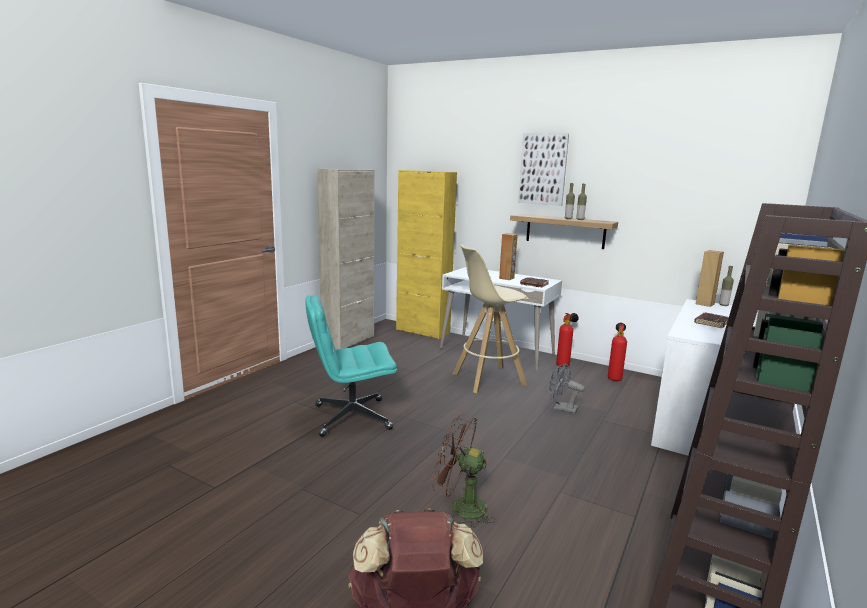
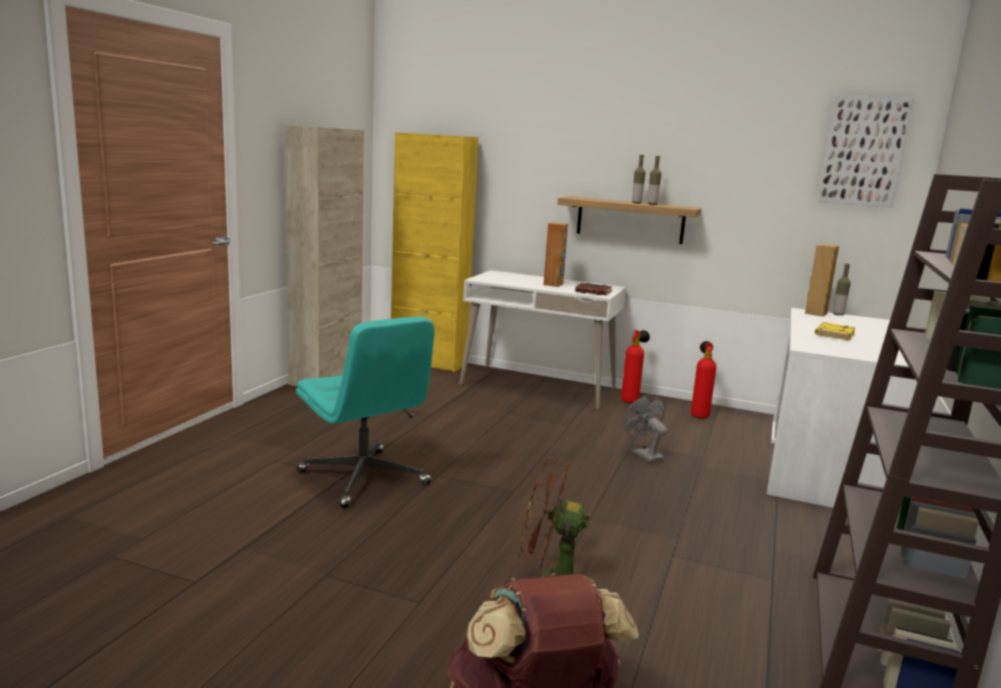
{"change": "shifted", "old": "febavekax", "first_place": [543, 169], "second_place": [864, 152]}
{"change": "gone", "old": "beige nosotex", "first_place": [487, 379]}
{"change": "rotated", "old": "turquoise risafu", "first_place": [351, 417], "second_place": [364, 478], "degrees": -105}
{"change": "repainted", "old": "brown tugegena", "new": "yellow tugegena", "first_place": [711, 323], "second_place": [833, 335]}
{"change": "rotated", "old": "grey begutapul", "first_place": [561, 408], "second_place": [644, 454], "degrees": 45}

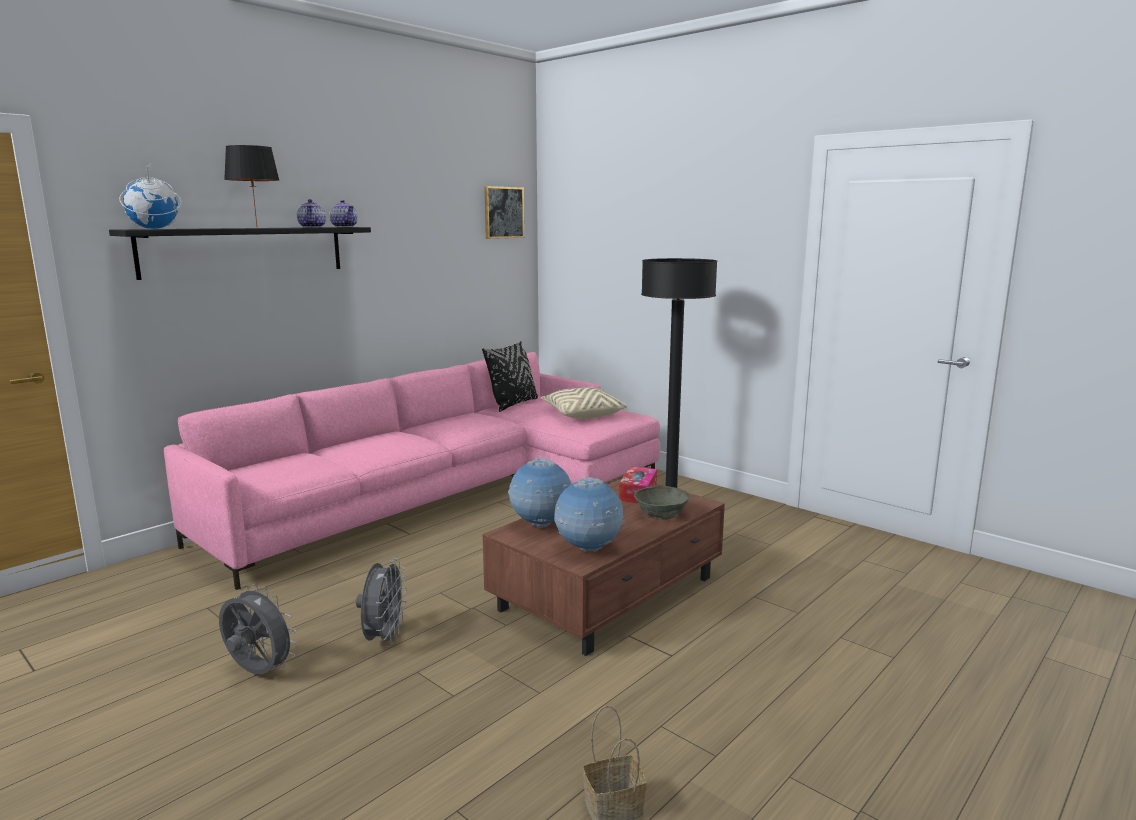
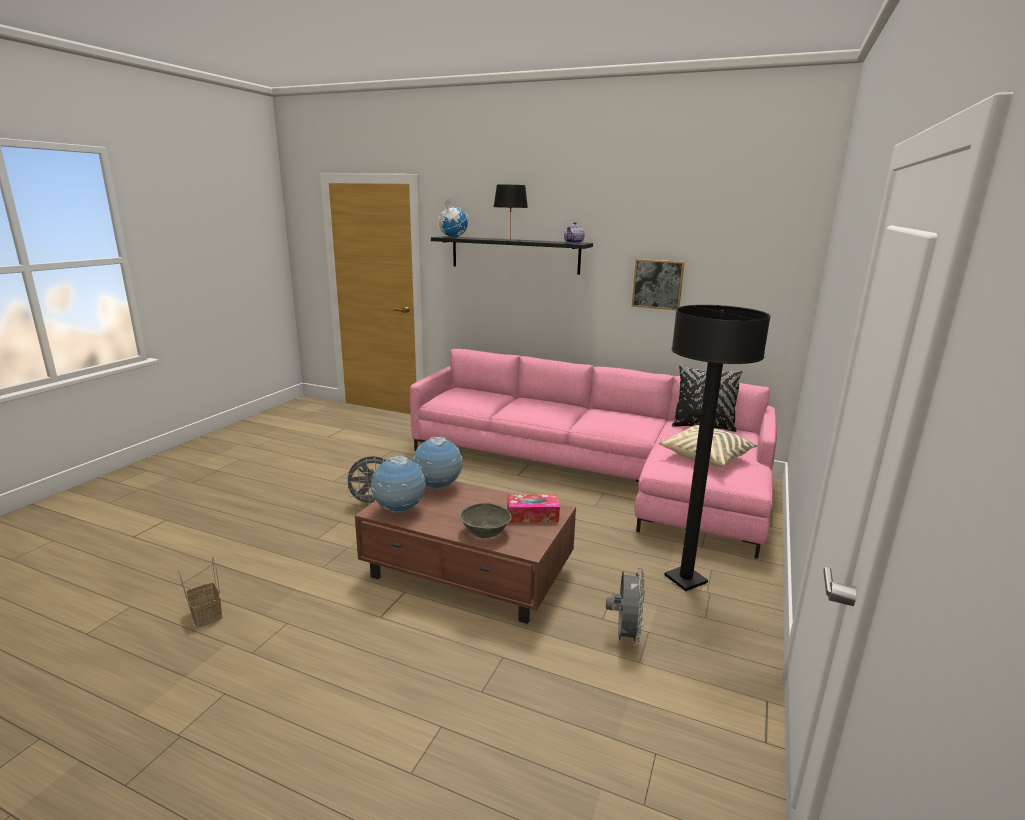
{"change": "shifted", "old": "febavekax", "first_place": [503, 212], "second_place": [657, 284]}
{"change": "gone", "old": "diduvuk", "first_place": [312, 227]}
{"change": "shifted", "old": "grey begutapul", "first_place": [258, 673], "second_place": [625, 636]}

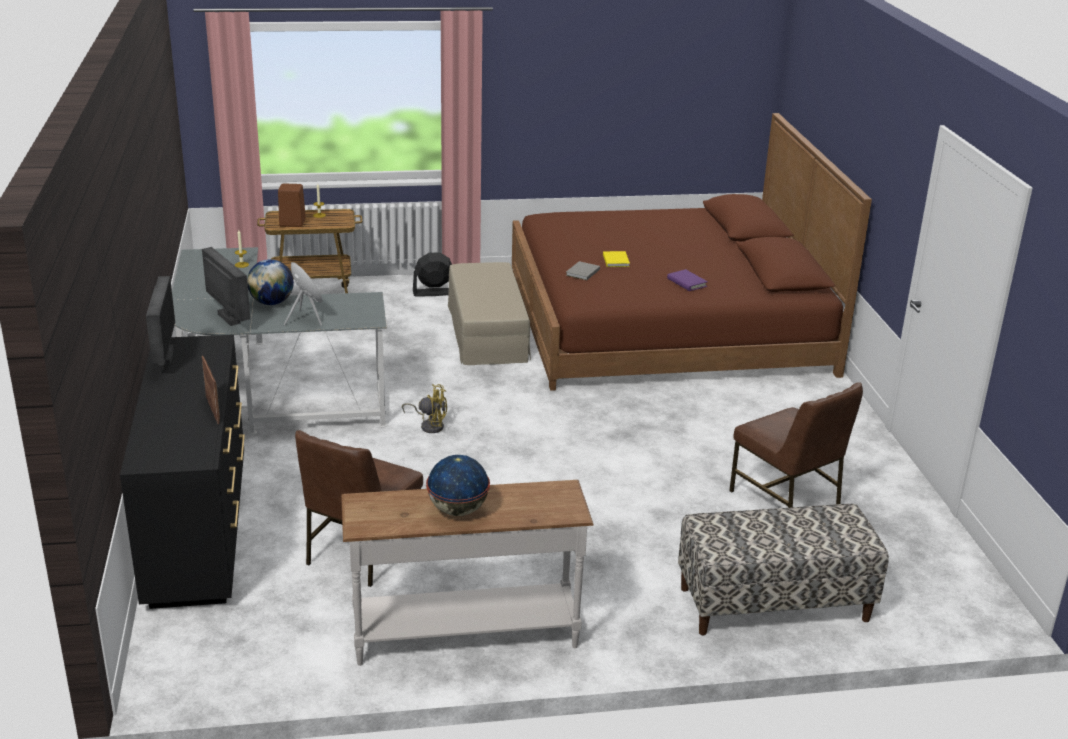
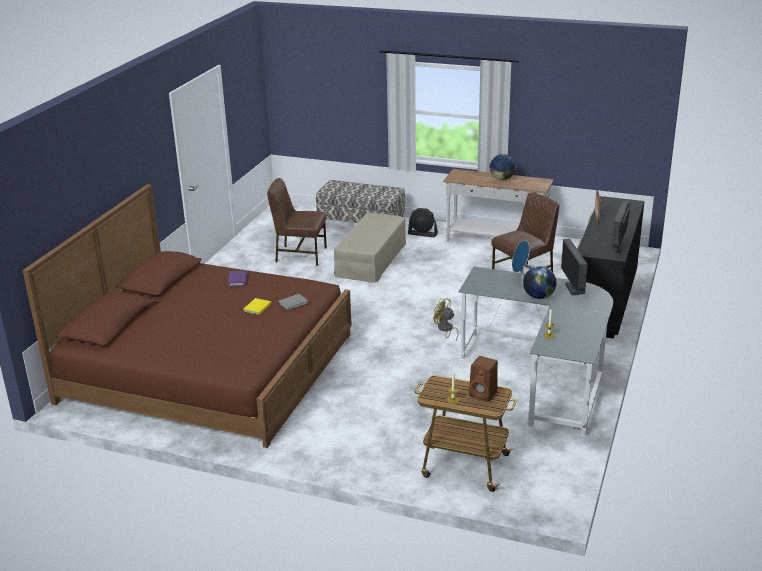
{"change": "shifted", "old": "black begutapul", "first_place": [434, 292], "second_place": [423, 234]}
{"change": "shifted", "old": "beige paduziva", "first_place": [487, 331], "second_place": [371, 259]}
{"change": "rotated", "old": "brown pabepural", "first_place": [786, 500], "second_place": [300, 255], "degrees": -75}

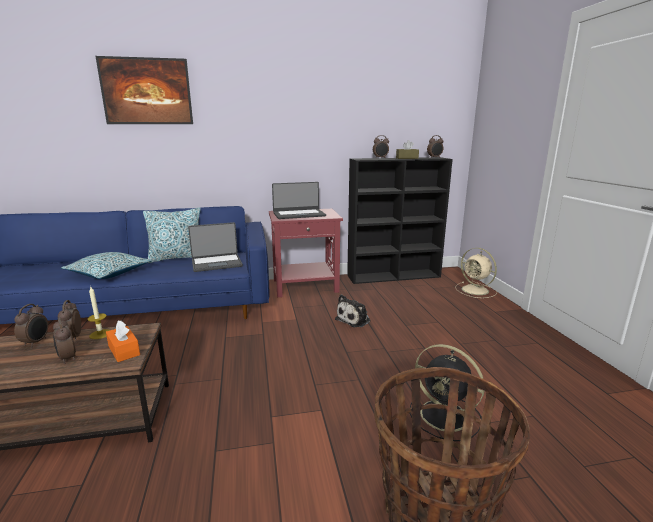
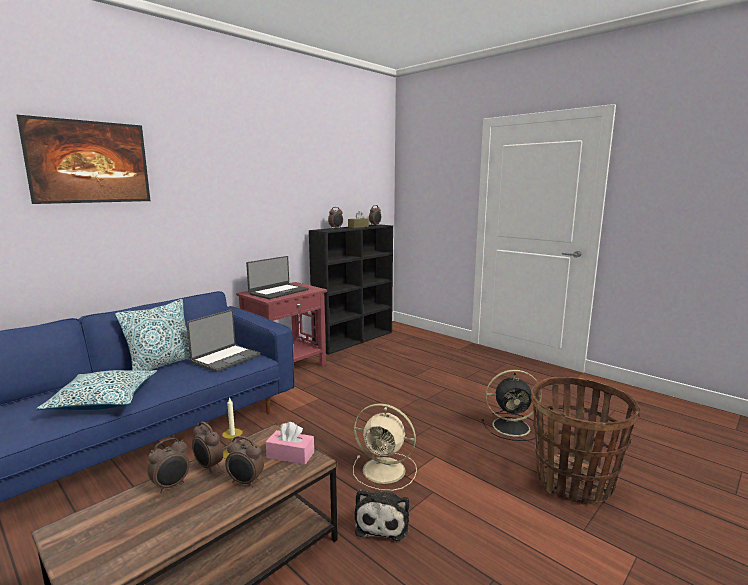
{"change": "shifted", "old": "beige begutapul", "first_place": [476, 290], "second_place": [386, 470]}
{"change": "shifted", "old": "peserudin", "first_place": [354, 319], "second_place": [382, 522]}
{"change": "rotated", "old": "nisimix", "first_place": [36, 342], "second_place": [171, 486], "degrees": 75}
{"change": "repainted", "old": "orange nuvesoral", "new": "pink nuvesoral", "first_place": [124, 350], "second_place": [290, 455]}

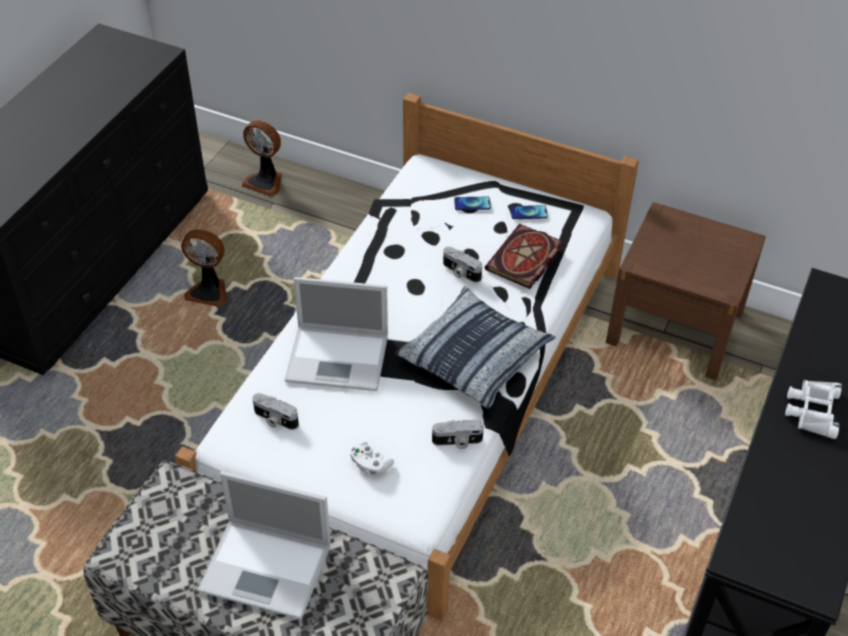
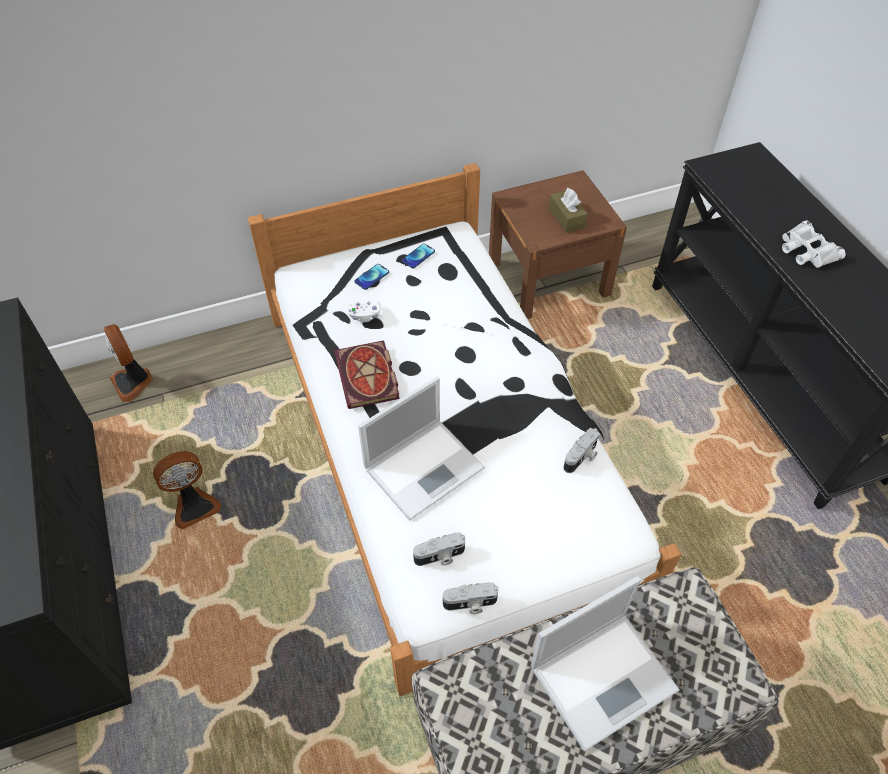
{"change": "rotated", "old": "begutapul", "first_place": [265, 181], "second_place": [133, 382], "degrees": 75}
{"change": "shifted", "old": "tugegena", "first_place": [524, 260], "second_place": [369, 378]}
{"change": "shifted", "old": "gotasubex", "first_place": [460, 272], "second_place": [470, 604]}
{"change": "gone", "old": "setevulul", "first_place": [475, 356]}
{"change": "shifted", "old": "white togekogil", "first_place": [370, 464], "second_place": [364, 316]}
{"change": "new", "new": "brown nuvesoral", "second_place": [566, 217]}

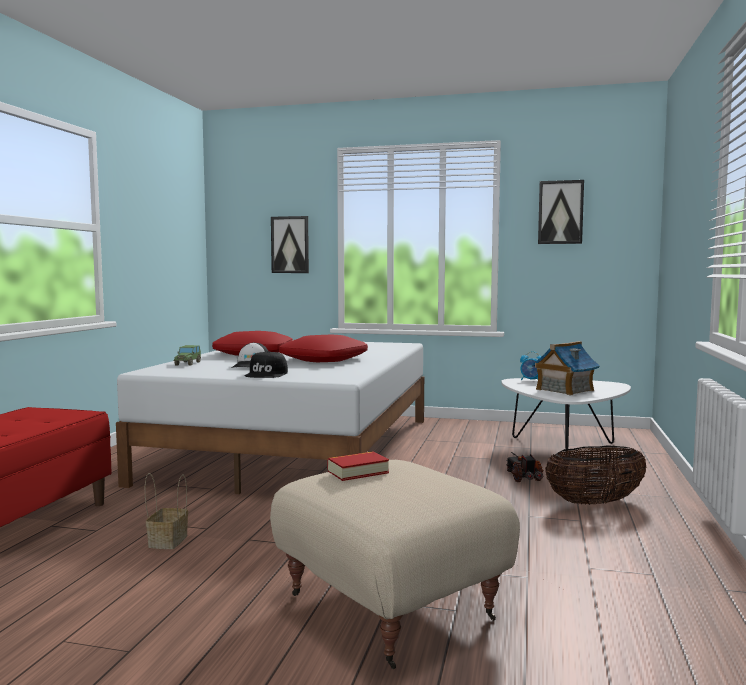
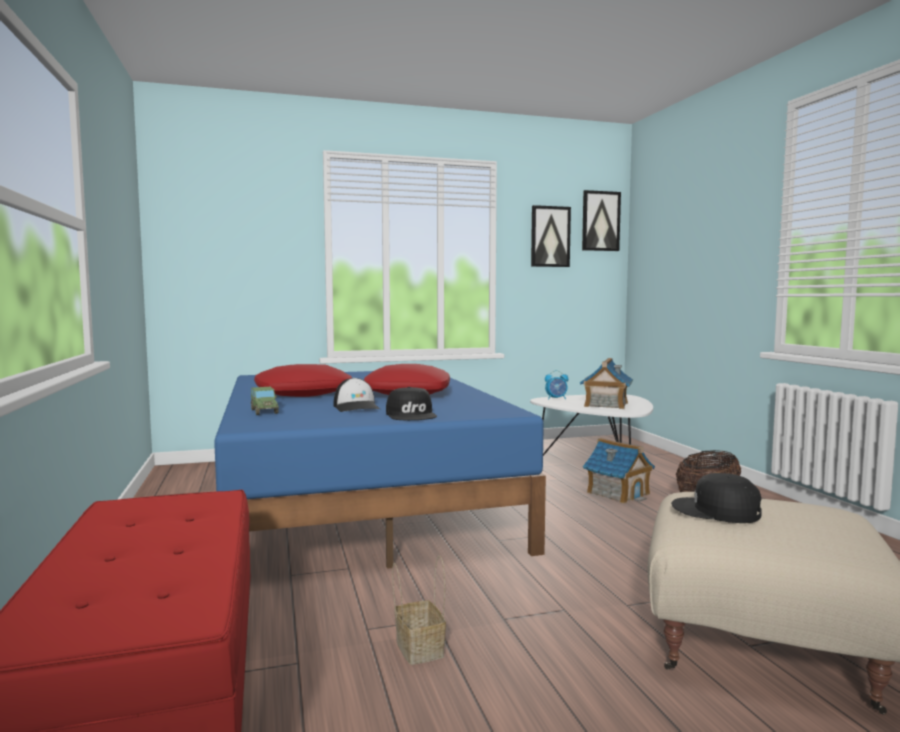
{"change": "shifted", "old": "febavekax", "first_place": [290, 245], "second_place": [600, 221]}
{"change": "repainted", "old": "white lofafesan", "new": "blue lofafesan", "first_place": [299, 448], "second_place": [361, 500]}
{"change": "swapped", "old": "tugegena", "new": "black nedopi", "first_place": [357, 472], "second_place": [716, 511]}
{"change": "swapped", "old": "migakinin", "new": "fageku", "first_place": [524, 478], "second_place": [618, 493]}

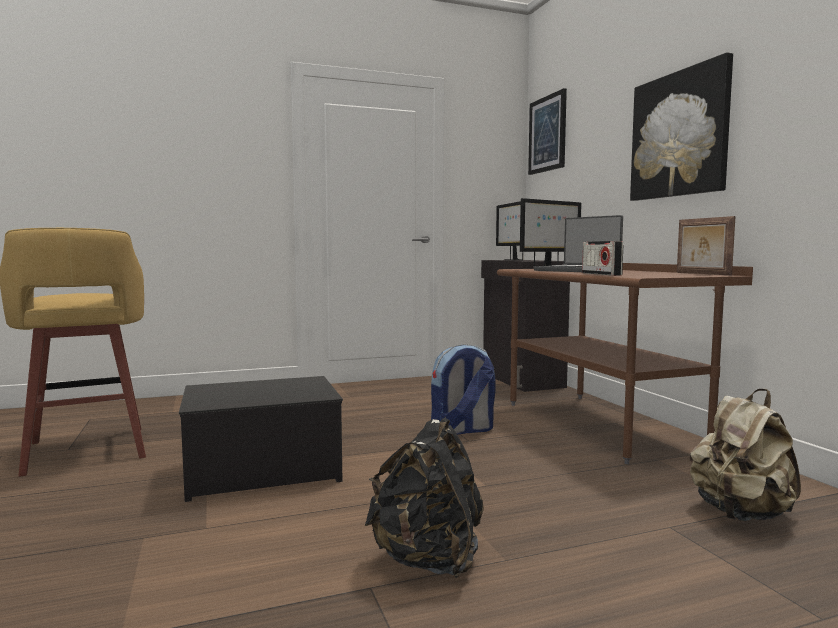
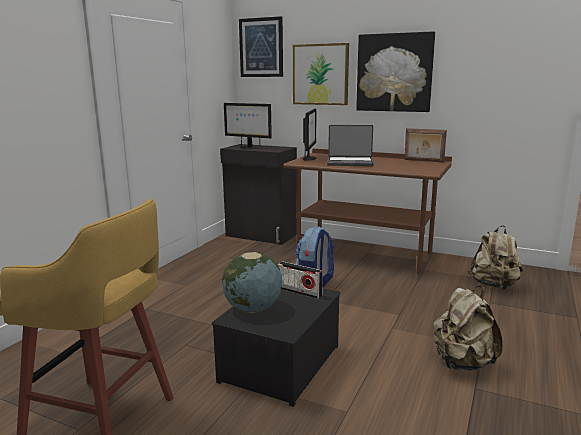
{"change": "shifted", "old": "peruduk", "first_place": [601, 274], "second_place": [299, 292]}
{"change": "repainted", "old": "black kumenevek", "new": "beige kumenevek", "first_place": [428, 559], "second_place": [462, 363]}
{"change": "new", "new": "febavekax", "second_place": [320, 74]}
{"change": "new", "new": "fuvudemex", "second_place": [252, 309]}

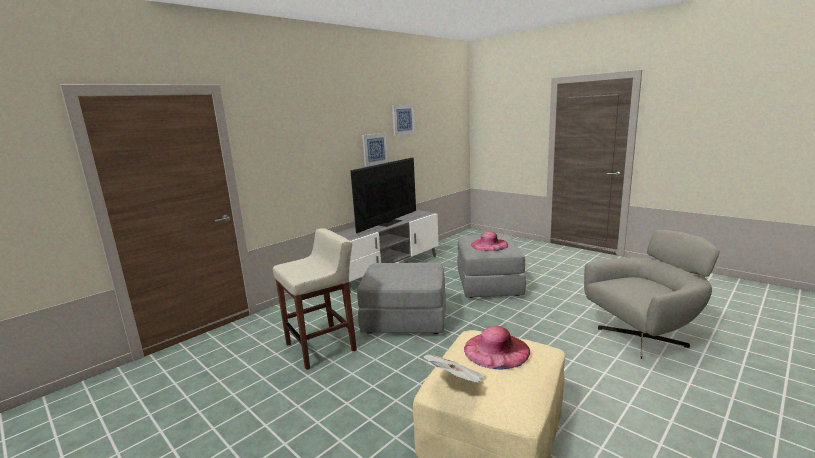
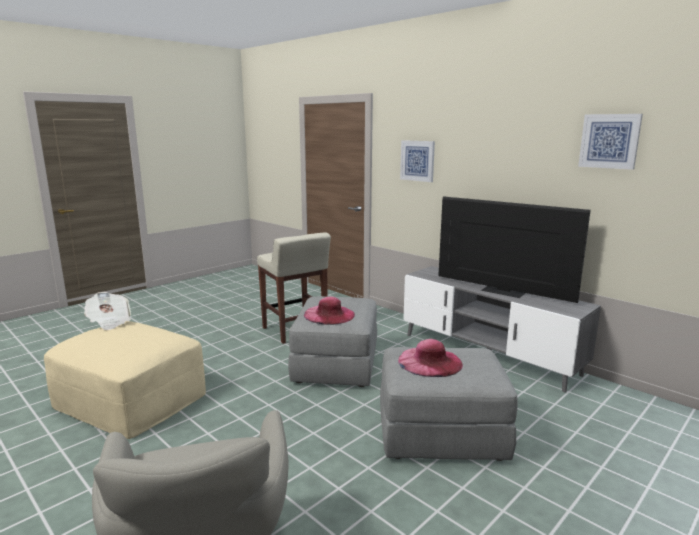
{"change": "shifted", "old": "febavekax", "first_place": [375, 149], "second_place": [417, 160]}
{"change": "shifted", "old": "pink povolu", "first_place": [496, 349], "second_place": [329, 314]}

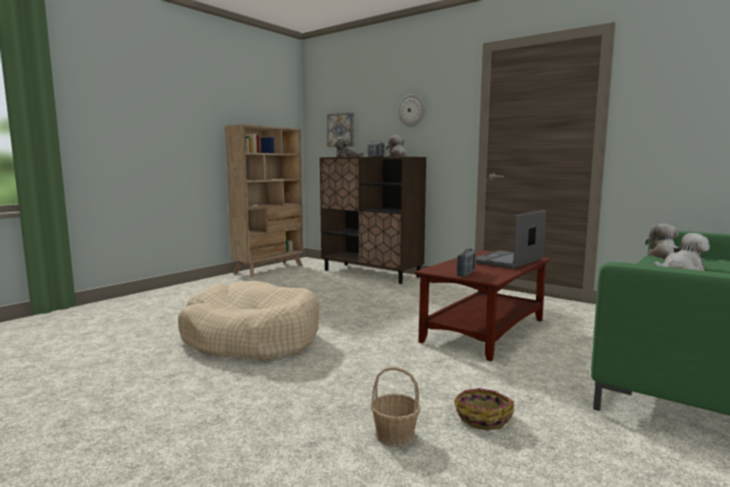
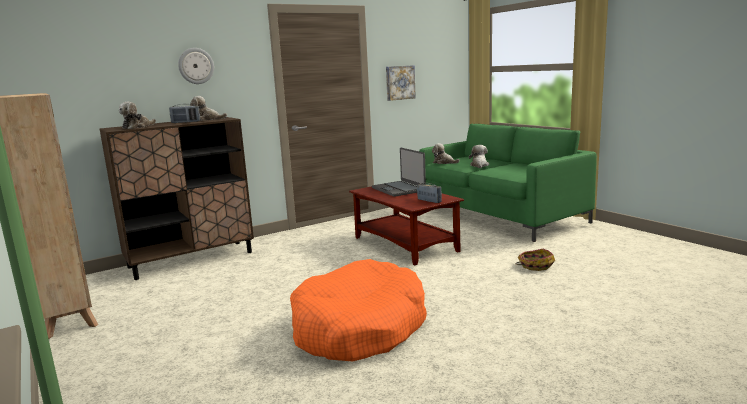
{"change": "shifted", "old": "febavekax", "first_place": [341, 130], "second_place": [399, 82]}
{"change": "repainted", "old": "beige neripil", "new": "orange neripil", "first_place": [252, 338], "second_place": [359, 327]}
{"change": "gone", "old": "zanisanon", "first_place": [394, 435]}

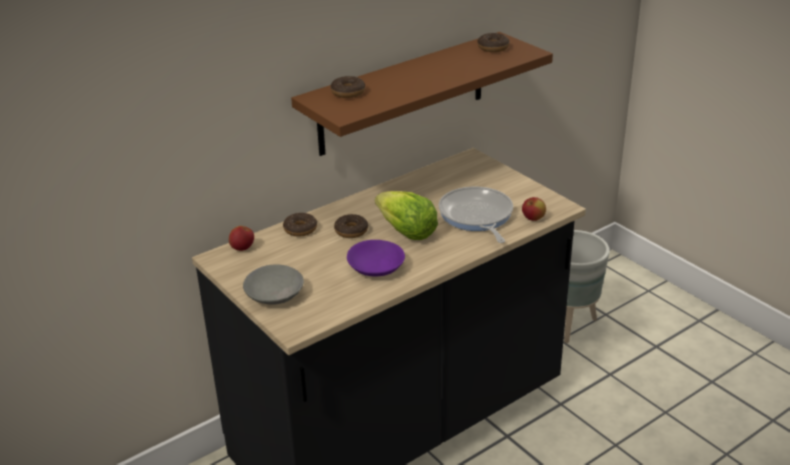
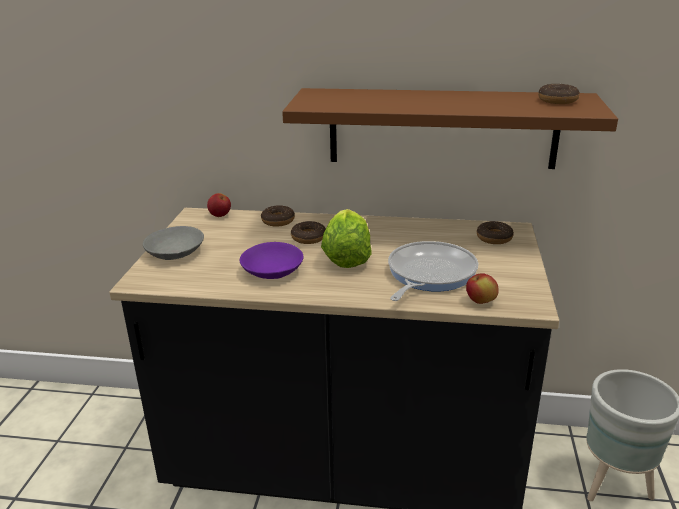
{"change": "shifted", "old": "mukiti", "first_place": [348, 92], "second_place": [494, 238]}

